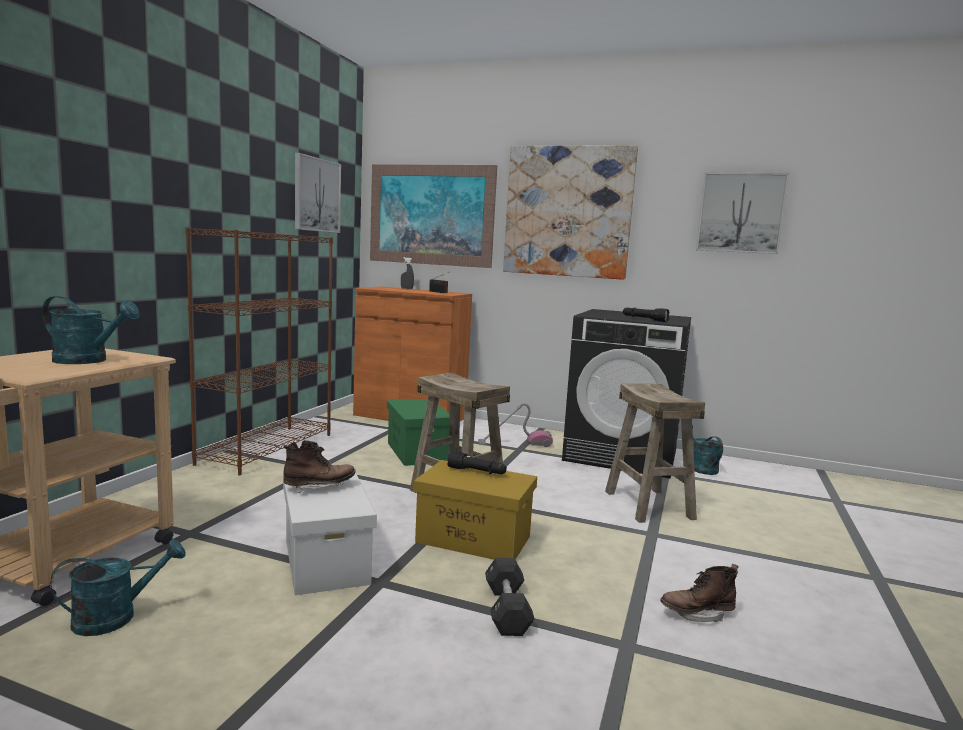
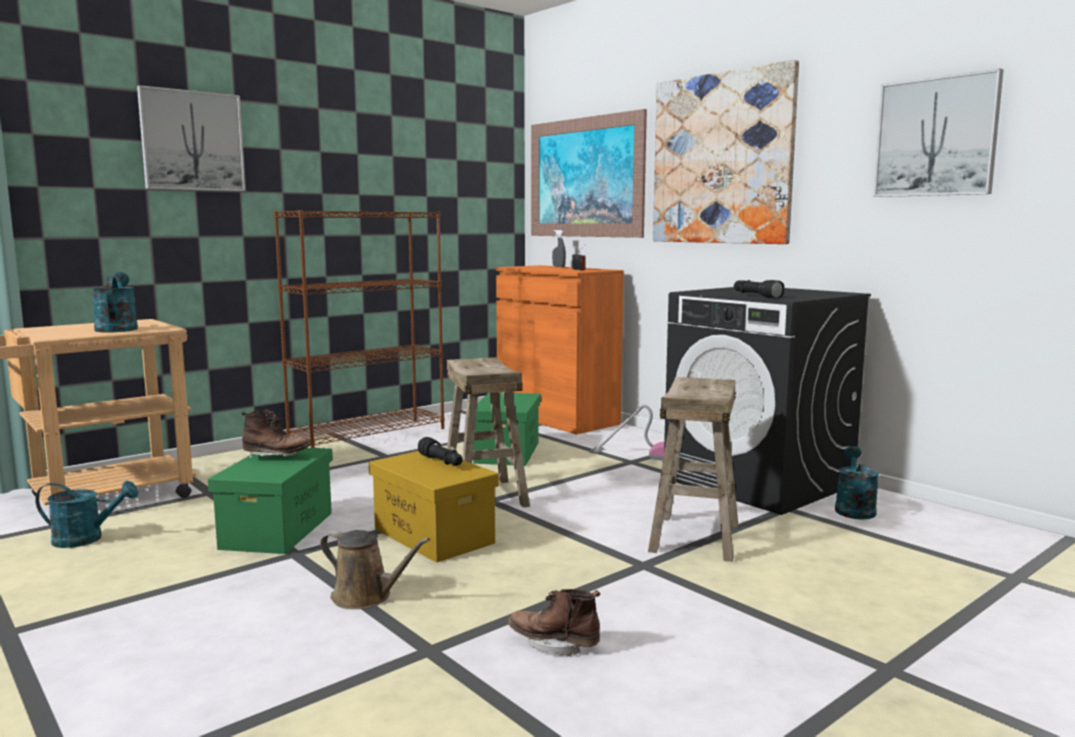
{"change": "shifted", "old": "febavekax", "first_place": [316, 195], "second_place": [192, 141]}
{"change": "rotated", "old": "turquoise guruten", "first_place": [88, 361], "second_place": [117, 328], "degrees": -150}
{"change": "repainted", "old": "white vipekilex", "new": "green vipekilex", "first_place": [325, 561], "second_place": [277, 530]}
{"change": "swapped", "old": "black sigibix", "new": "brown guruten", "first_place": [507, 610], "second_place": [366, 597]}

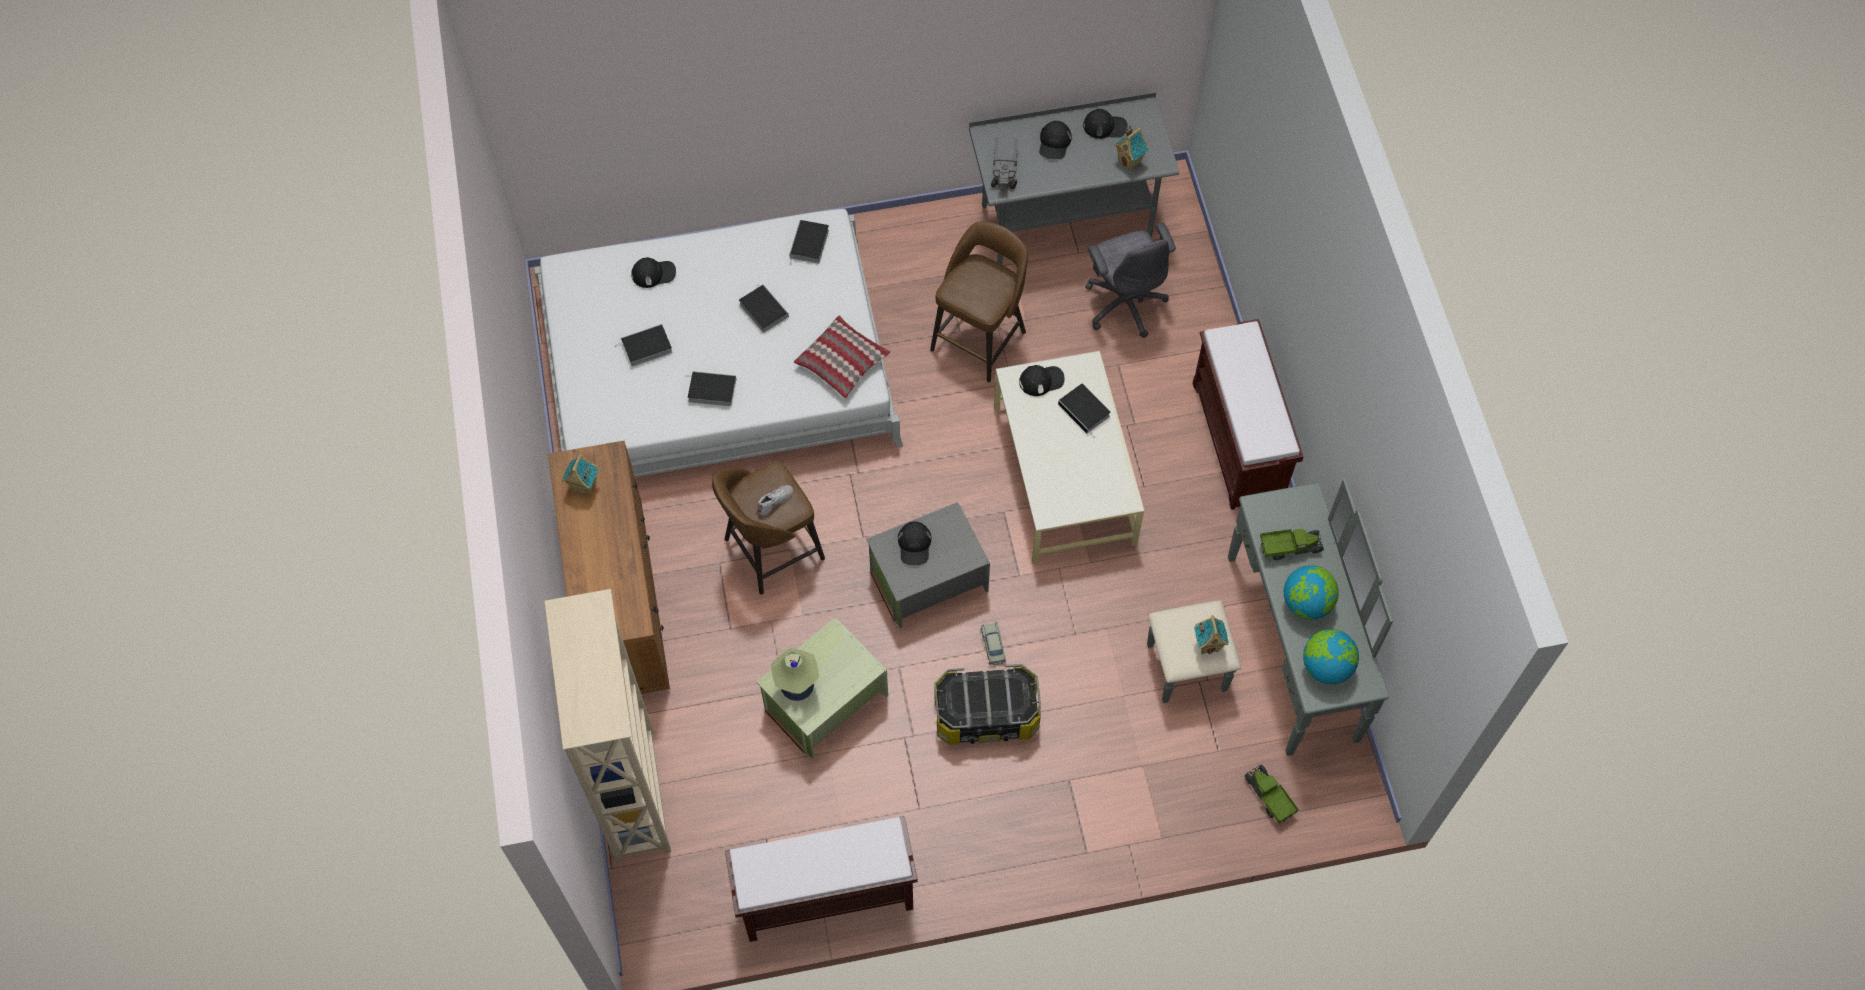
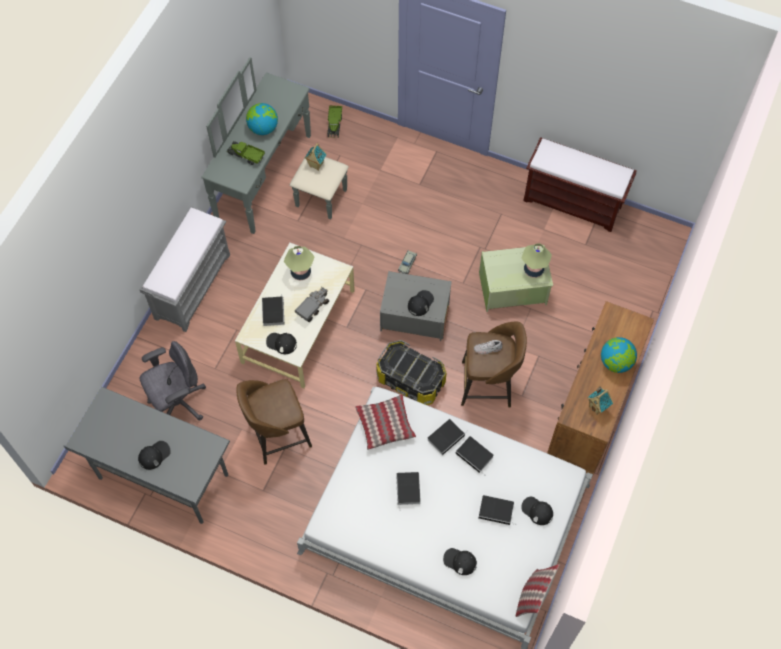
{"change": "shifted", "old": "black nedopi", "first_place": [1105, 126], "second_place": [537, 511]}
{"change": "gone", "old": "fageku", "first_place": [1130, 161]}
{"change": "shifted", "old": "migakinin", "first_place": [1004, 171], "second_place": [313, 308]}
{"change": "shifted", "old": "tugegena", "first_place": [809, 245], "second_place": [446, 437]}
{"change": "rotated", "old": "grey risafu", "first_place": [1124, 303], "second_place": [177, 402], "degrees": 45}
{"change": "repainted", "old": "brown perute", "new": "grey perute", "first_place": [1238, 442], "second_place": [192, 285]}
{"change": "gone", "old": "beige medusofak", "first_place": [636, 793]}
{"change": "shifted", "old": "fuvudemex", "first_place": [1326, 666], "second_place": [615, 362]}
{"change": "shifted", "old": "vipekilex", "first_place": [986, 715], "second_place": [411, 380]}
{"change": "new", "new": "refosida", "second_place": [301, 272]}
{"change": "new", "new": "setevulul", "second_place": [533, 596]}

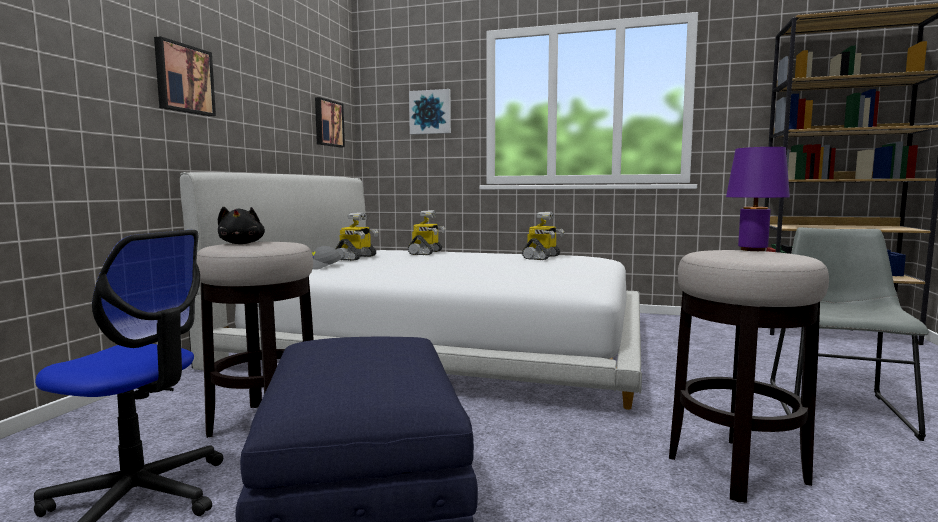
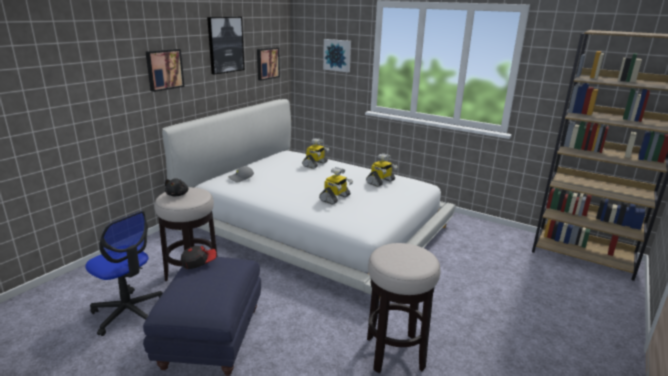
{"change": "gone", "old": "purple refosida", "first_place": [752, 250]}
{"change": "shifted", "old": "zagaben", "first_place": [356, 258], "second_place": [335, 198]}
{"change": "gone", "old": "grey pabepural", "first_place": [836, 406]}
{"change": "new", "new": "febavekax", "second_place": [225, 44]}
{"change": "new", "new": "nedopi", "second_place": [199, 262]}

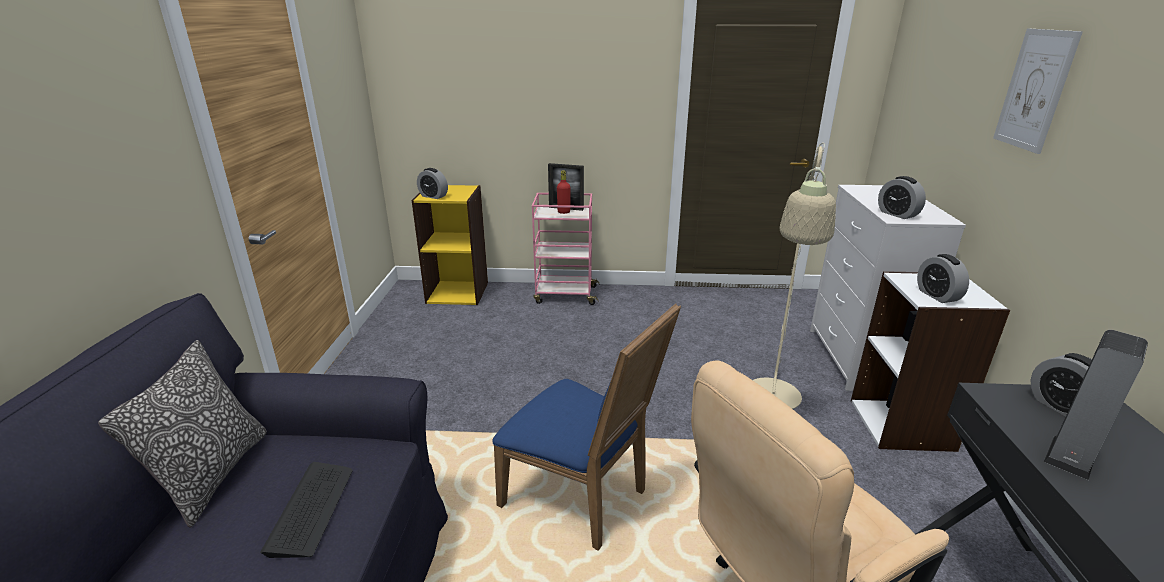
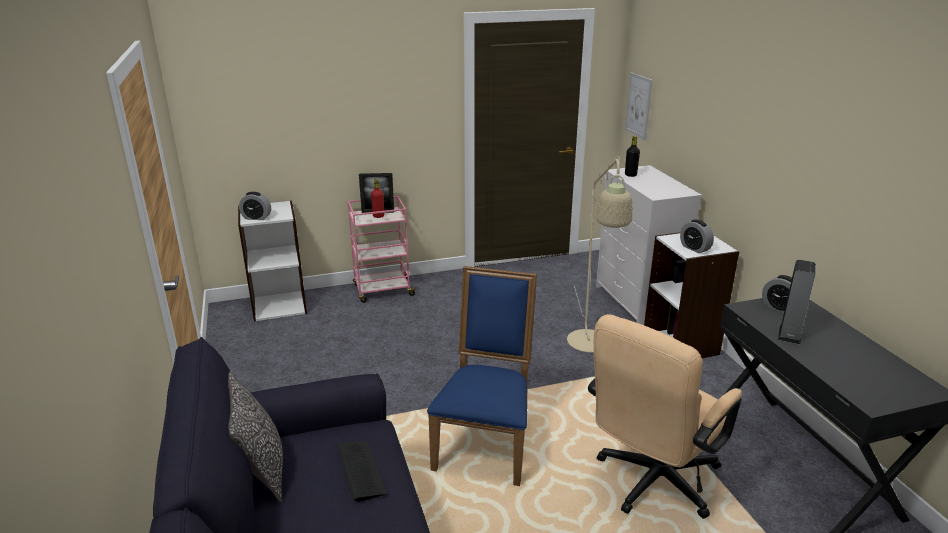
{"change": "shifted", "old": "febavekax", "first_place": [1034, 90], "second_place": [638, 106]}
{"change": "gone", "old": "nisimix", "first_place": [897, 214]}
{"change": "repainted", "old": "yellow medusofak", "new": "white medusofak", "first_place": [458, 292], "second_place": [279, 305]}
{"change": "rotated", "old": "blue pabepural", "first_place": [582, 499], "second_place": [486, 444], "degrees": -90}
{"change": "new", "new": "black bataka", "second_place": [630, 175]}

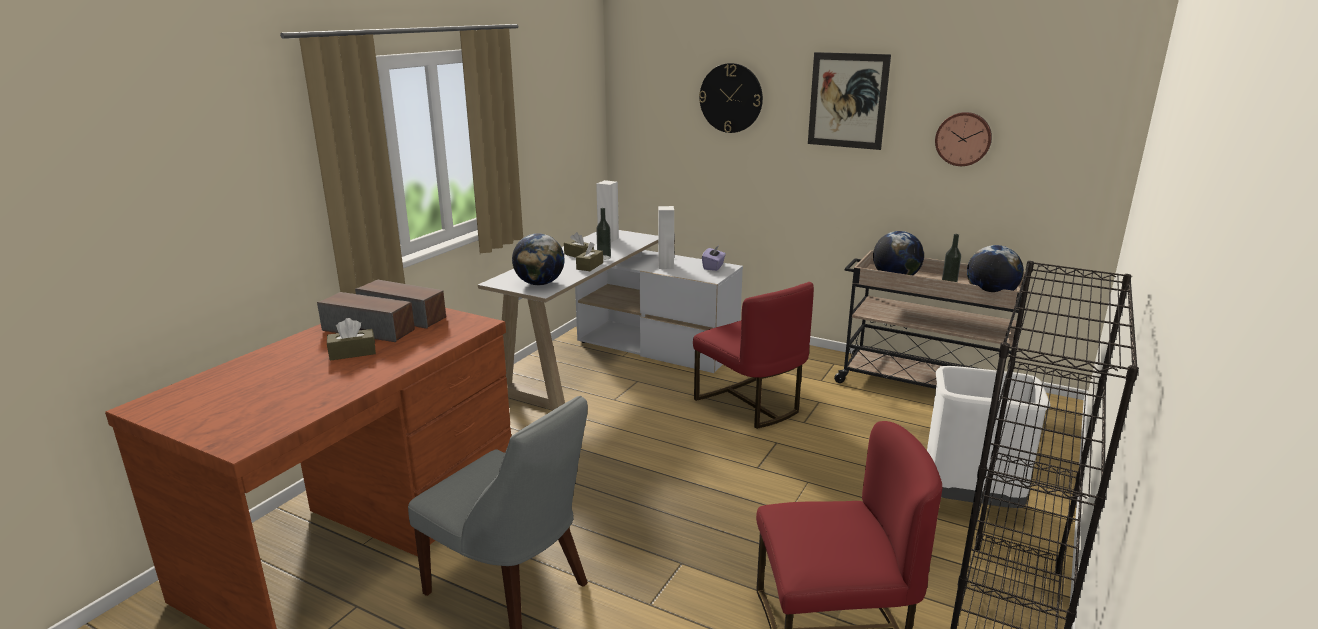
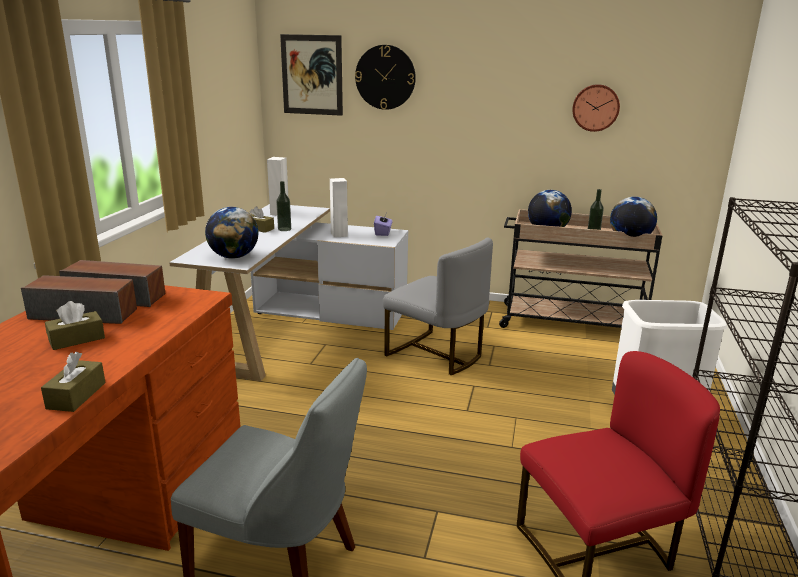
{"change": "shifted", "old": "febavekax", "first_place": [847, 100], "second_place": [312, 75]}
{"change": "shifted", "old": "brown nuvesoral", "first_place": [589, 266], "second_place": [76, 395]}
{"change": "repainted", "old": "red pabepural", "new": "grey pabepural", "first_place": [750, 404], "second_place": [436, 354]}

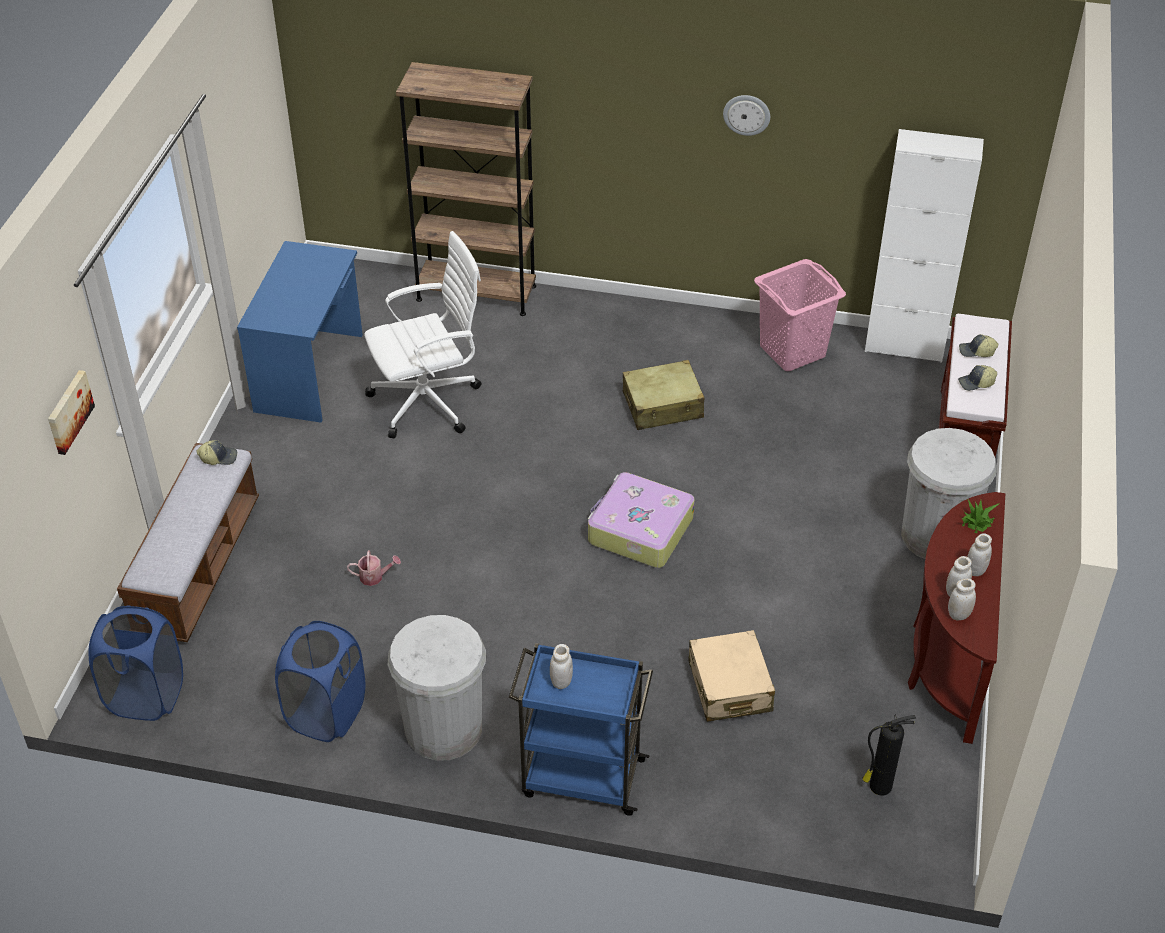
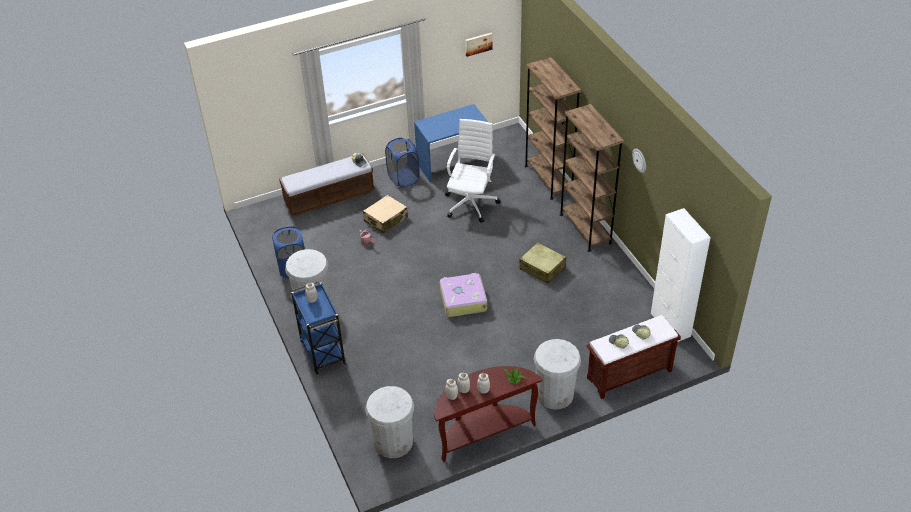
{"change": "rotated", "old": "white risafu", "first_place": [429, 401], "second_place": [471, 203], "degrees": -105}
{"change": "gone", "old": "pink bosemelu", "first_place": [793, 351]}
{"change": "shifted", "old": "febavekax", "first_place": [68, 411], "second_place": [478, 43]}
{"change": "shifted", "old": "blue bosemelu", "first_place": [146, 696], "second_place": [403, 178]}
{"change": "shifted", "old": "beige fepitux", "first_place": [729, 687], "second_place": [385, 219]}
{"change": "swapped", "old": "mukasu", "new": "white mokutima", "first_place": [879, 786], "second_place": [393, 442]}
{"change": "new", "new": "brown medusofak", "second_place": [585, 229]}

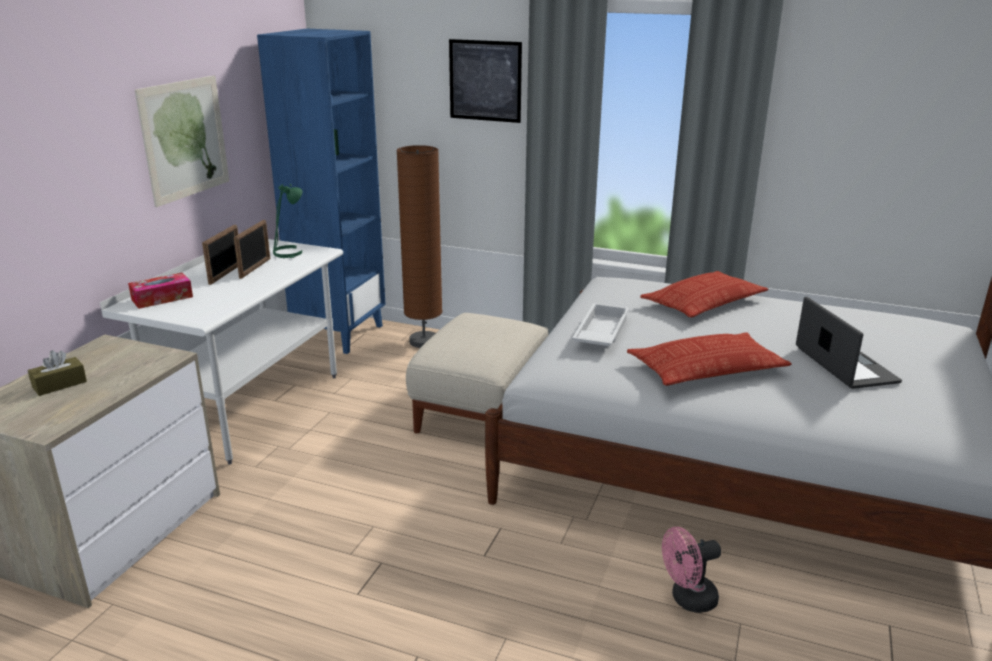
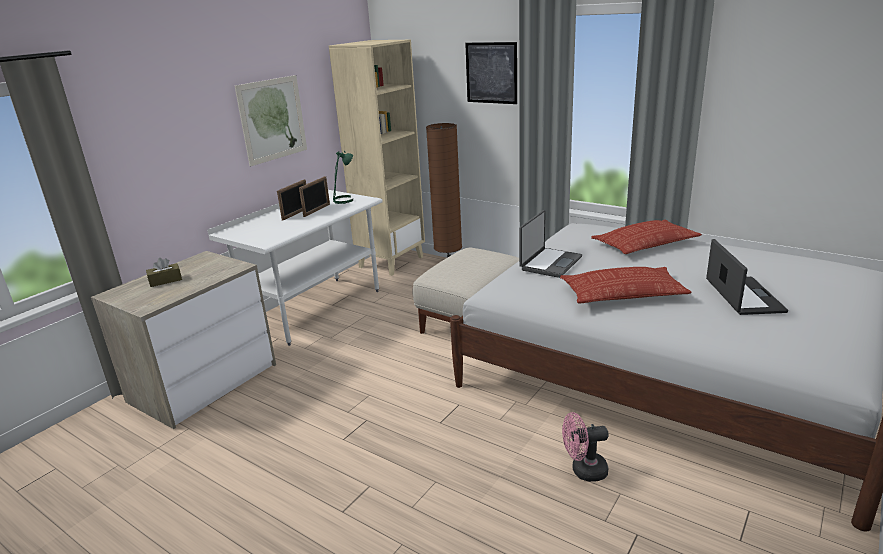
{"change": "repainted", "old": "blue medusofak", "new": "beige medusofak", "first_place": [339, 334], "second_place": [391, 262]}
{"change": "gone", "old": "nuvesoral", "first_place": [162, 298]}
{"change": "swapped", "old": "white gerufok", "new": "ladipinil", "first_place": [599, 333], "second_place": [550, 263]}

